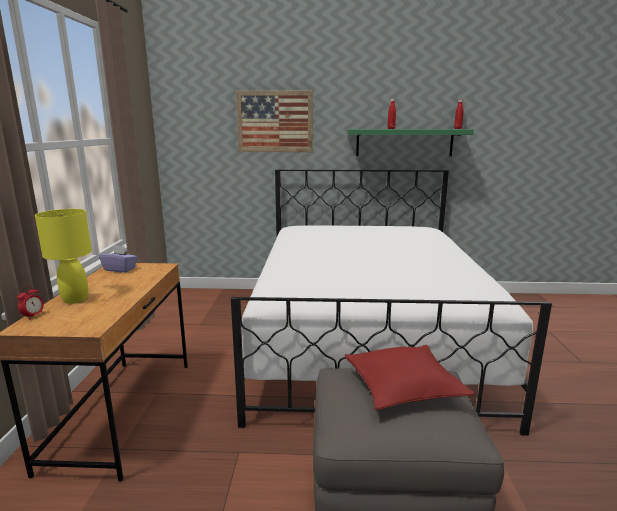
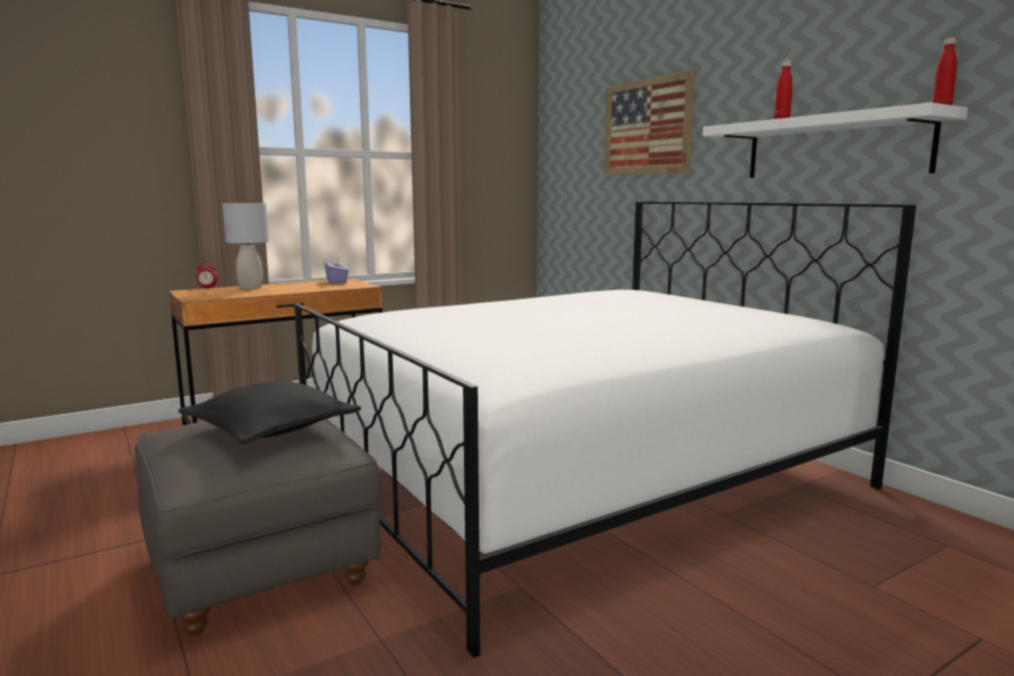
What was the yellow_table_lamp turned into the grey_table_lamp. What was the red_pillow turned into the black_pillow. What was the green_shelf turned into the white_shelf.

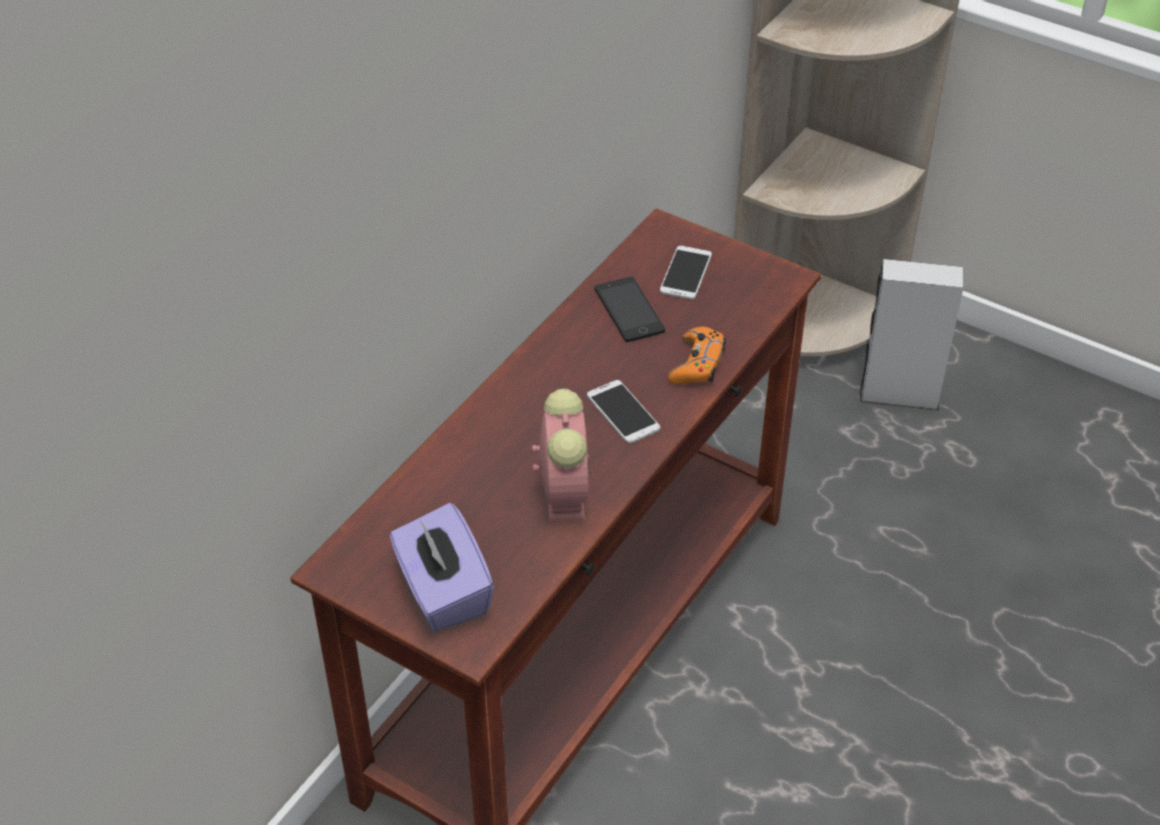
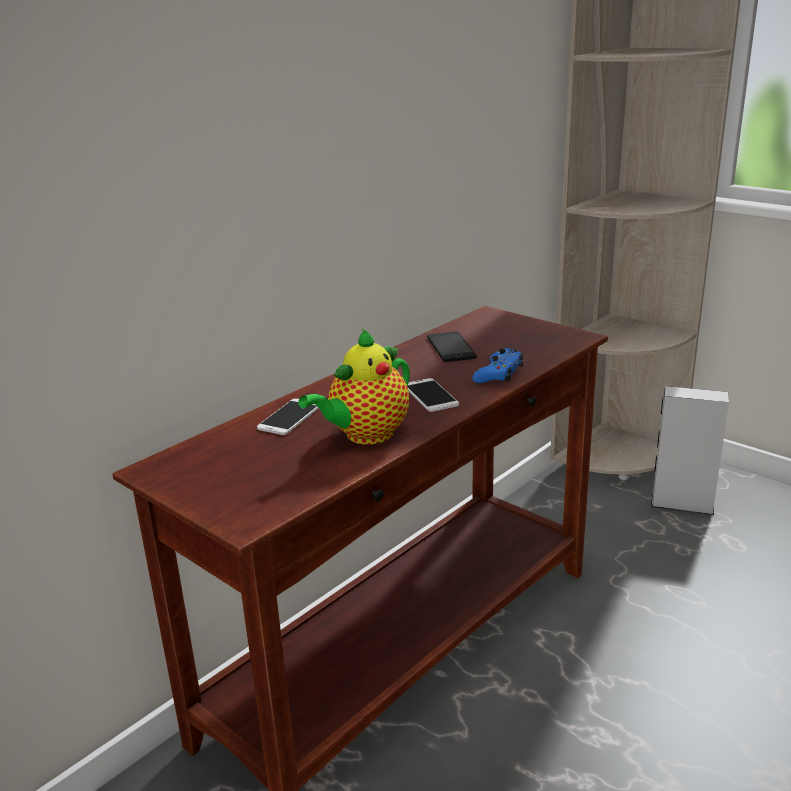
The second view lost the purple_tissue_box. The phone (3rd from left in the first image) ended up elsewhere. Where the alarm_clock stood, the teapot came to stand. What was the orange_game_controller turned into the blue_game_controller.

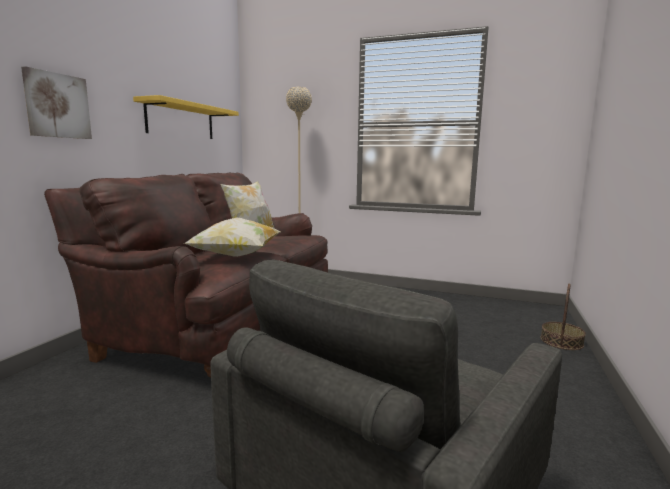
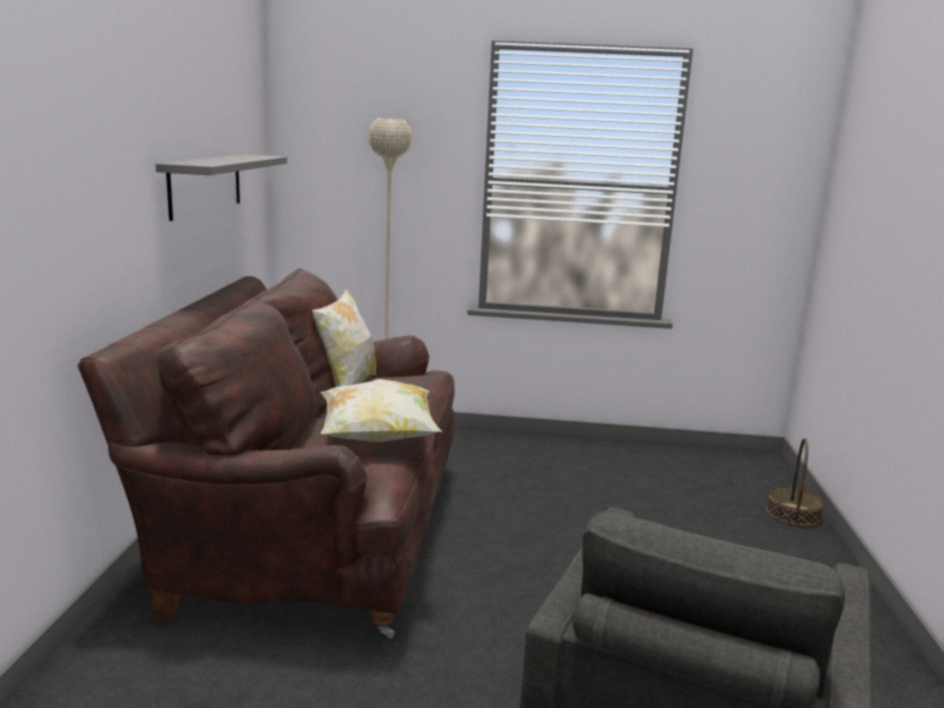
The second view lost the picture. What was the yellow_shelf turned into the grey_shelf.

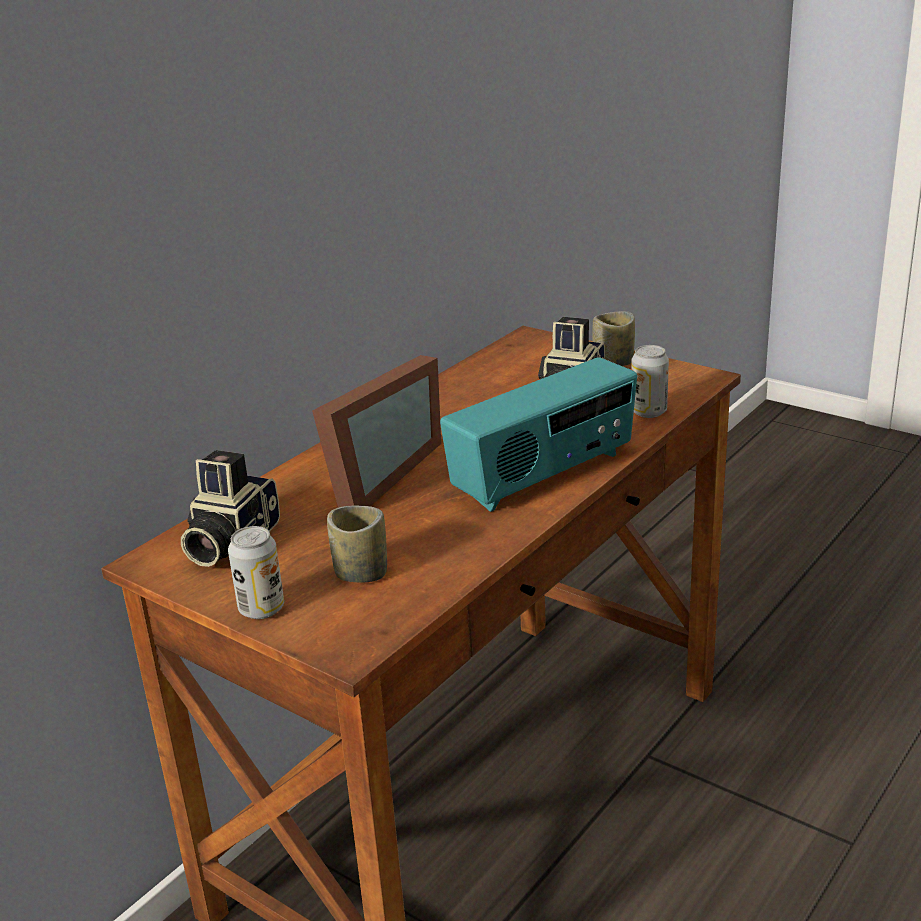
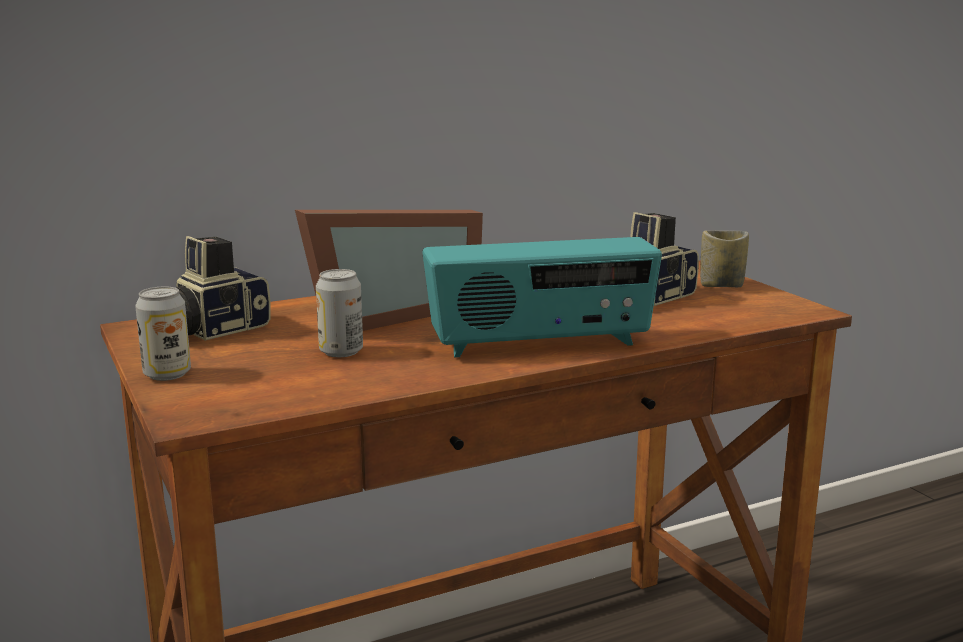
The second view lost the cup (1st from left). The can (2nd from left) ended up elsewhere.

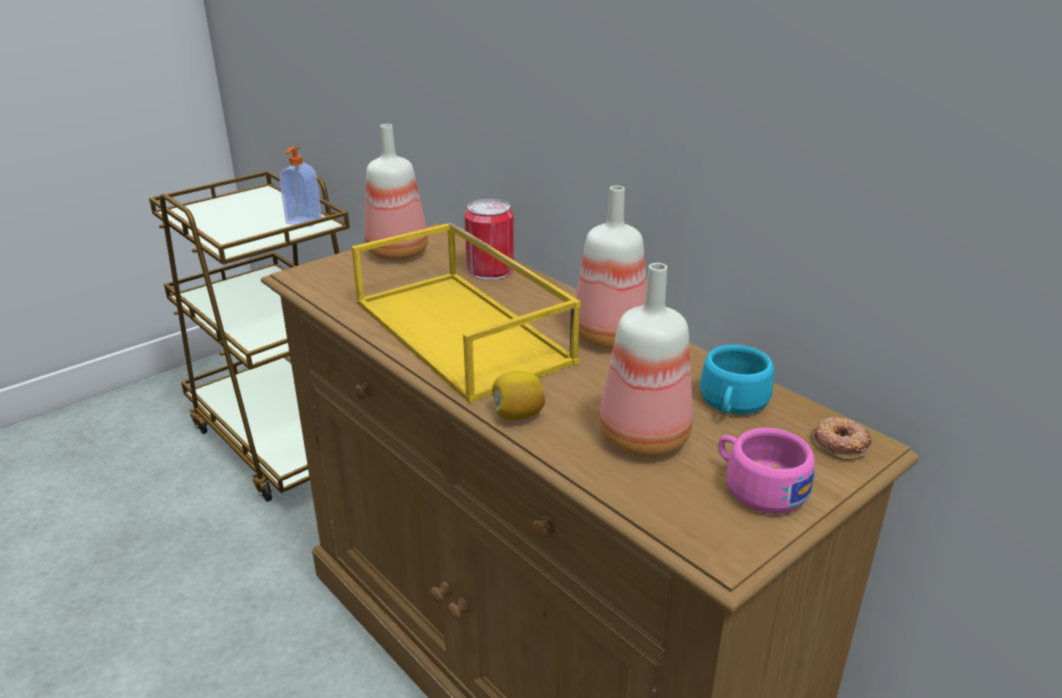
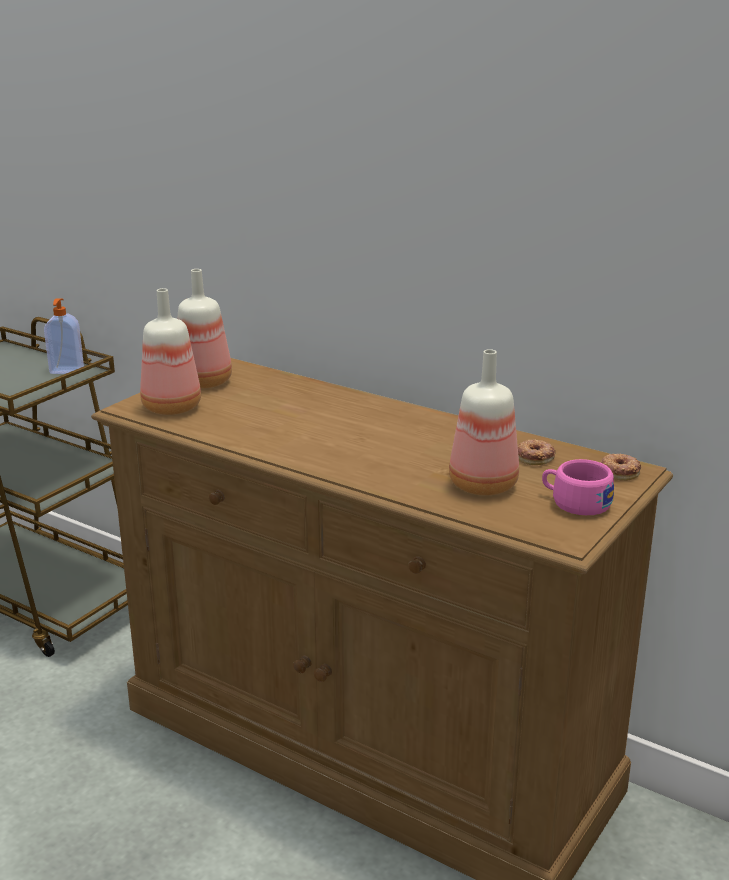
The second view lost the yellow_tray. The second view lost the can. The second view lost the lemon. The bottle (2nd from left in the first image) ended up elsewhere. Where the turquoise_cup stood, the donut (1st from left) came to stand.

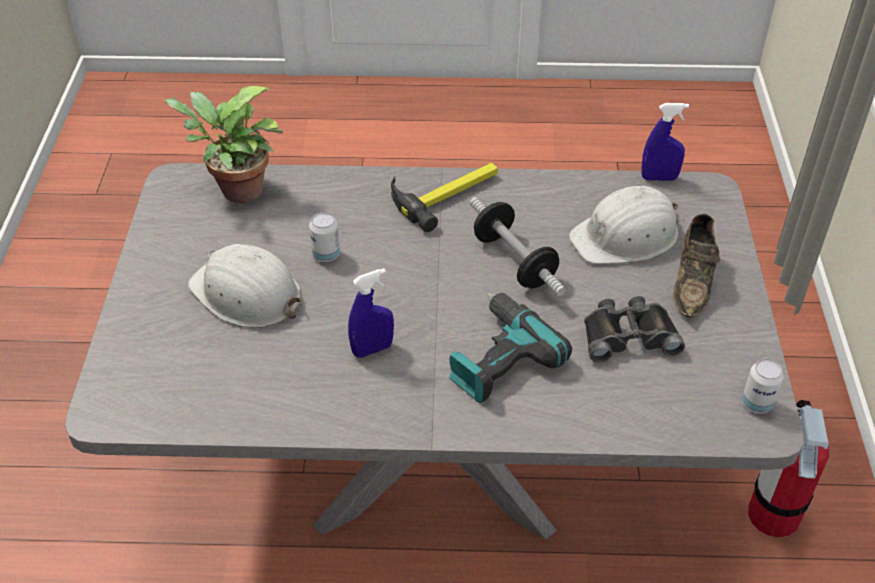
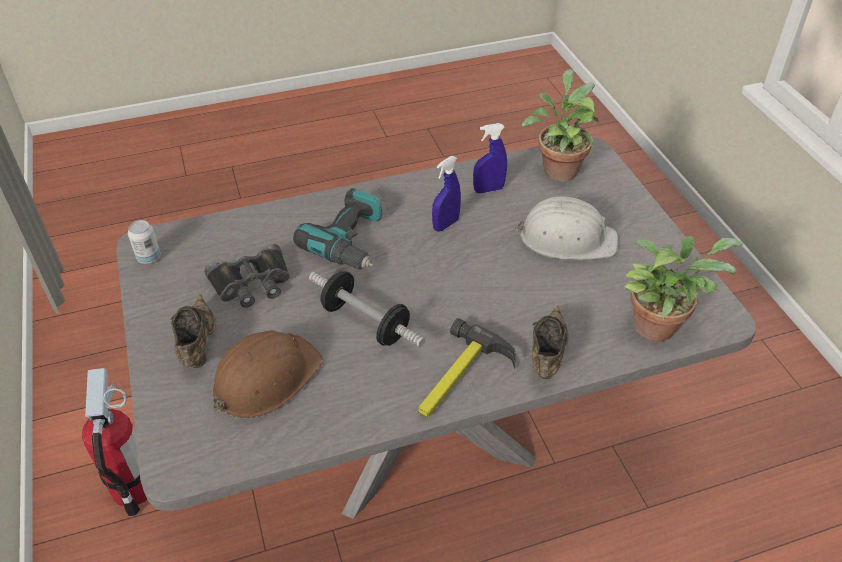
The second view lost the can (1st from left). The second view gained the potted_plant (1st from left). The second view gained the brown_shoe (2nd from left). The blue_spray_bottle (2nd from left) ended up elsewhere. What was the white_hard_hat (2nd from left) turned into the brown_hard_hat.

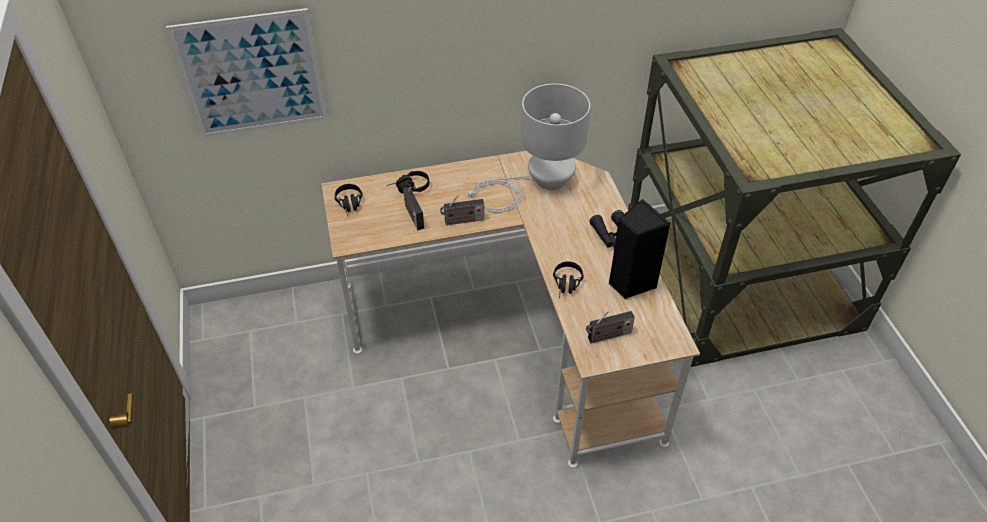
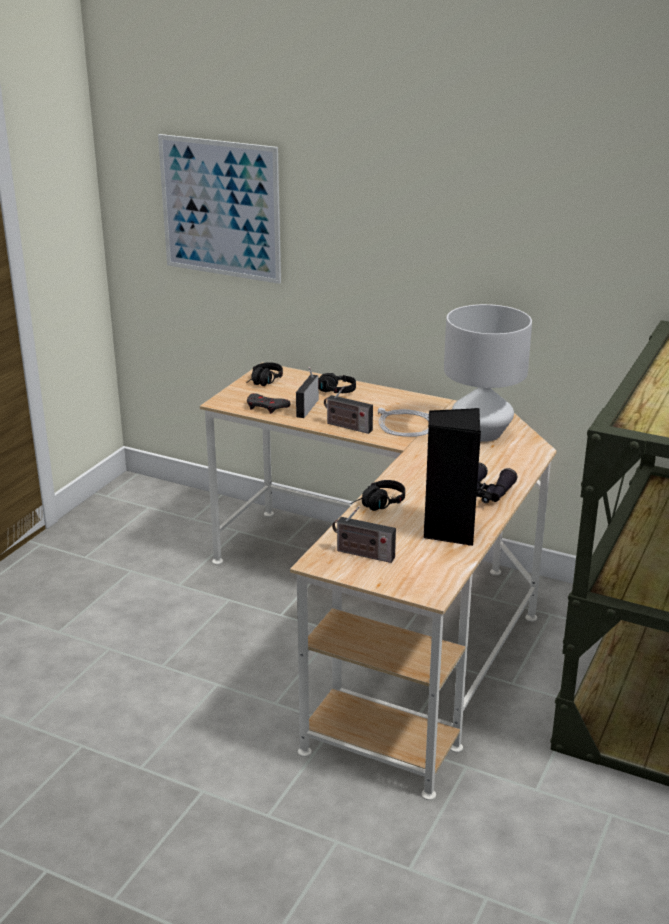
The second view gained the grey_game_controller.

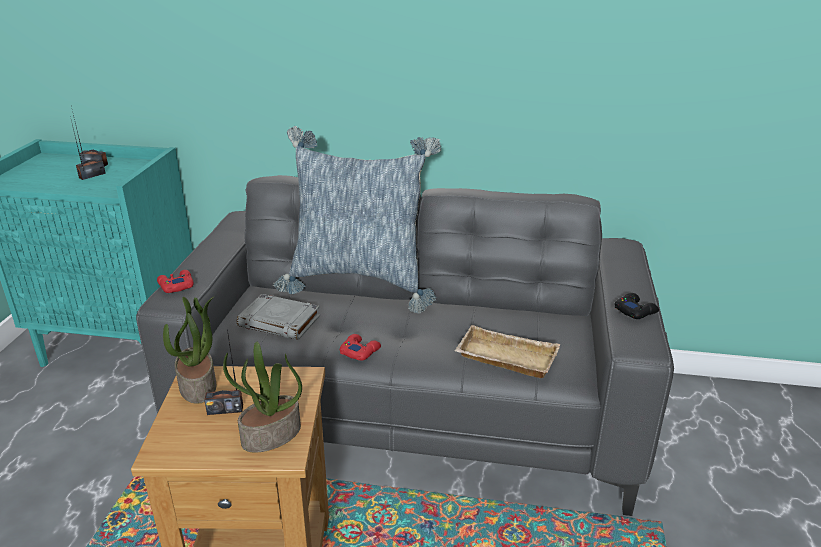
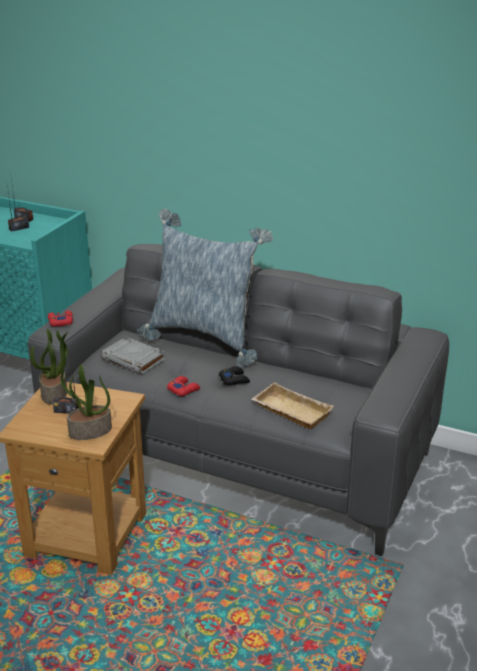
The black_game_controller ended up elsewhere.

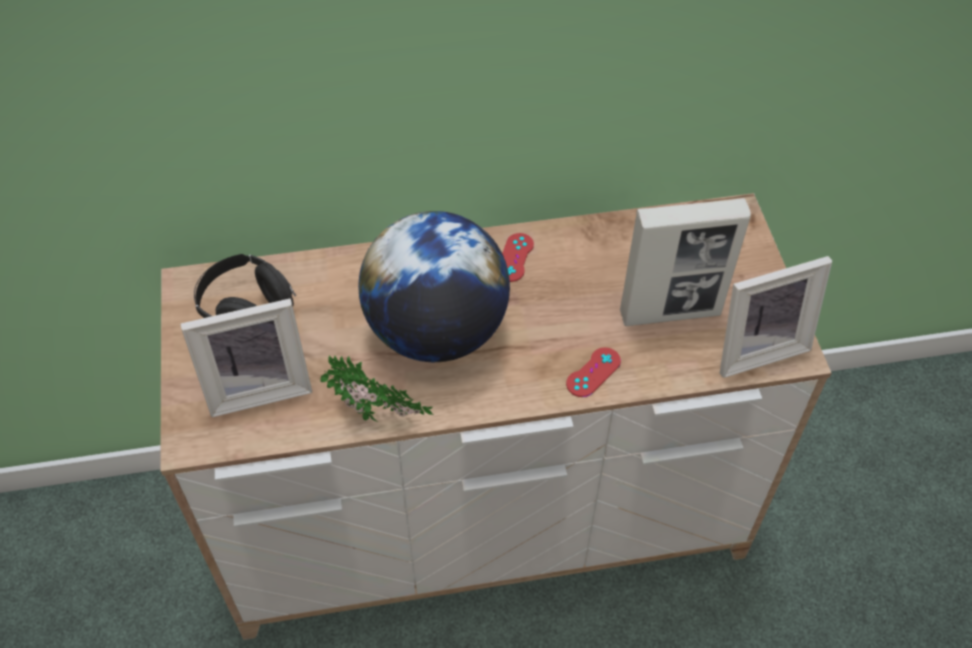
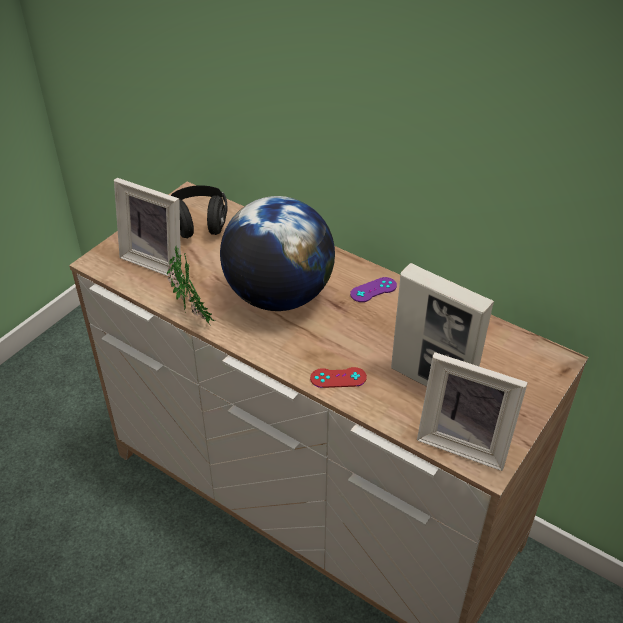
What was the red_game_controller (1st from left) turned into the purple_game_controller.

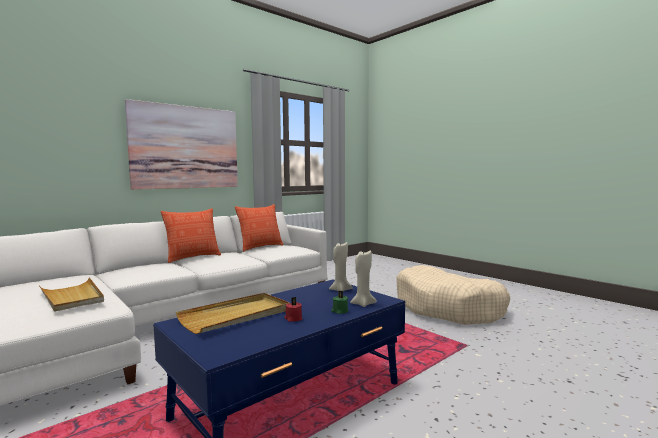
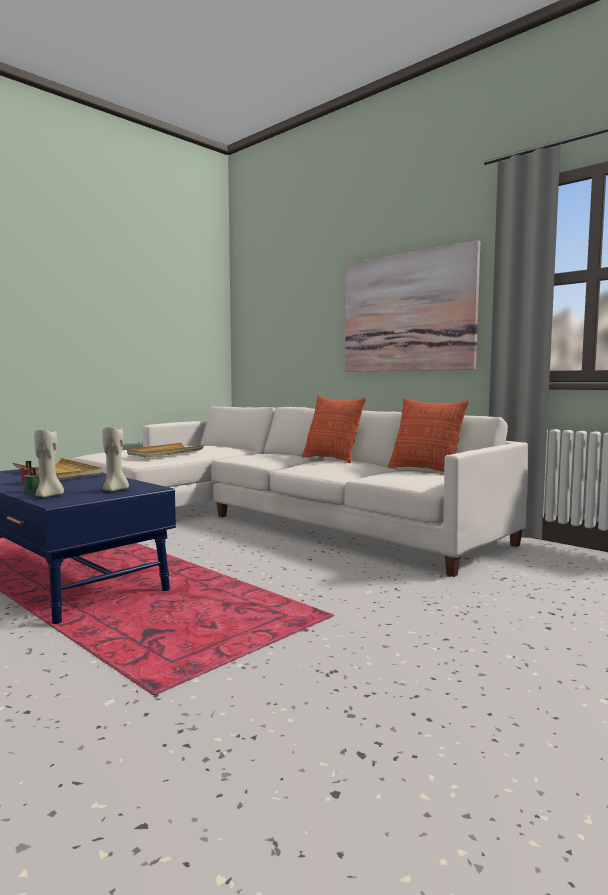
The second view lost the beige_dog_bed.

